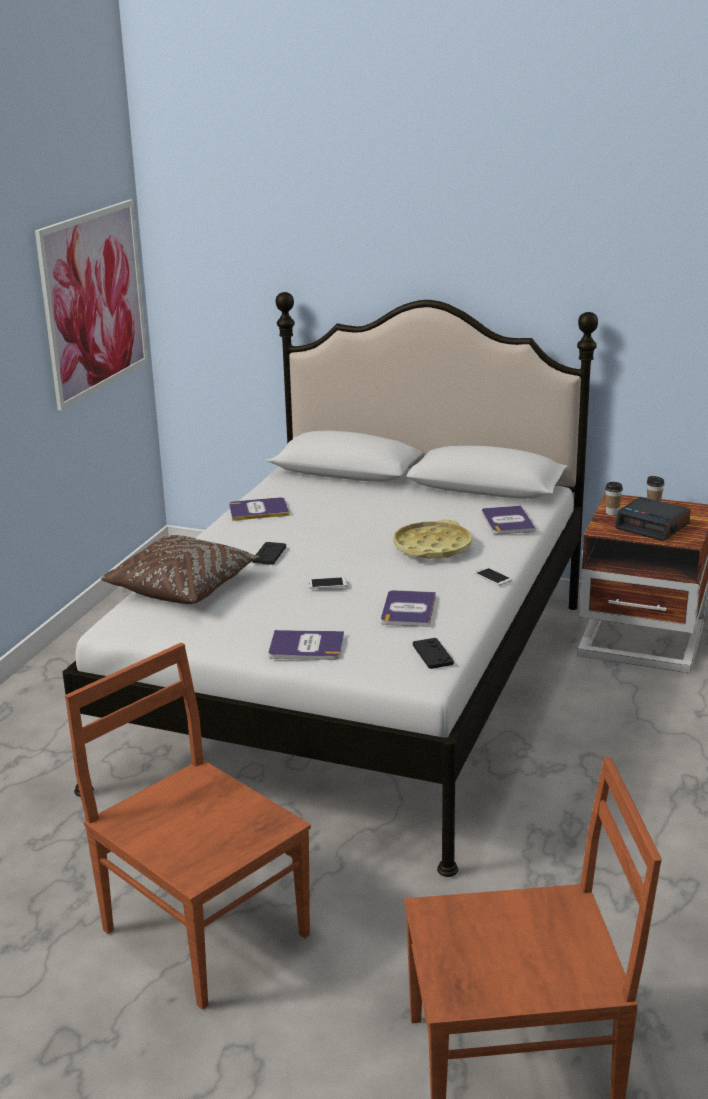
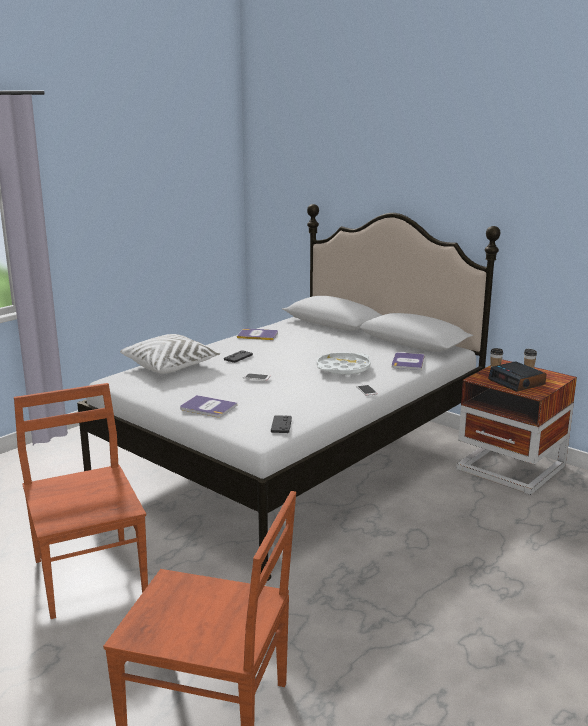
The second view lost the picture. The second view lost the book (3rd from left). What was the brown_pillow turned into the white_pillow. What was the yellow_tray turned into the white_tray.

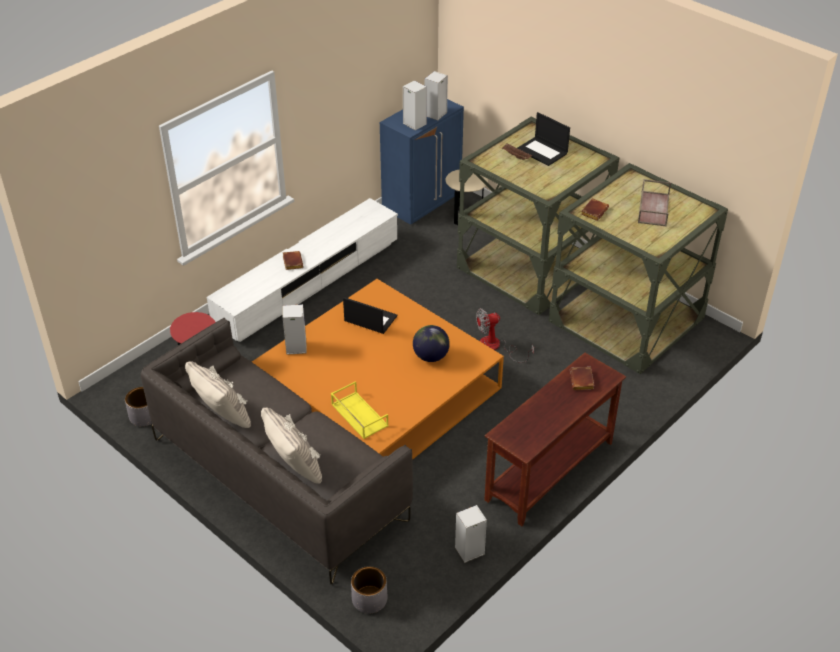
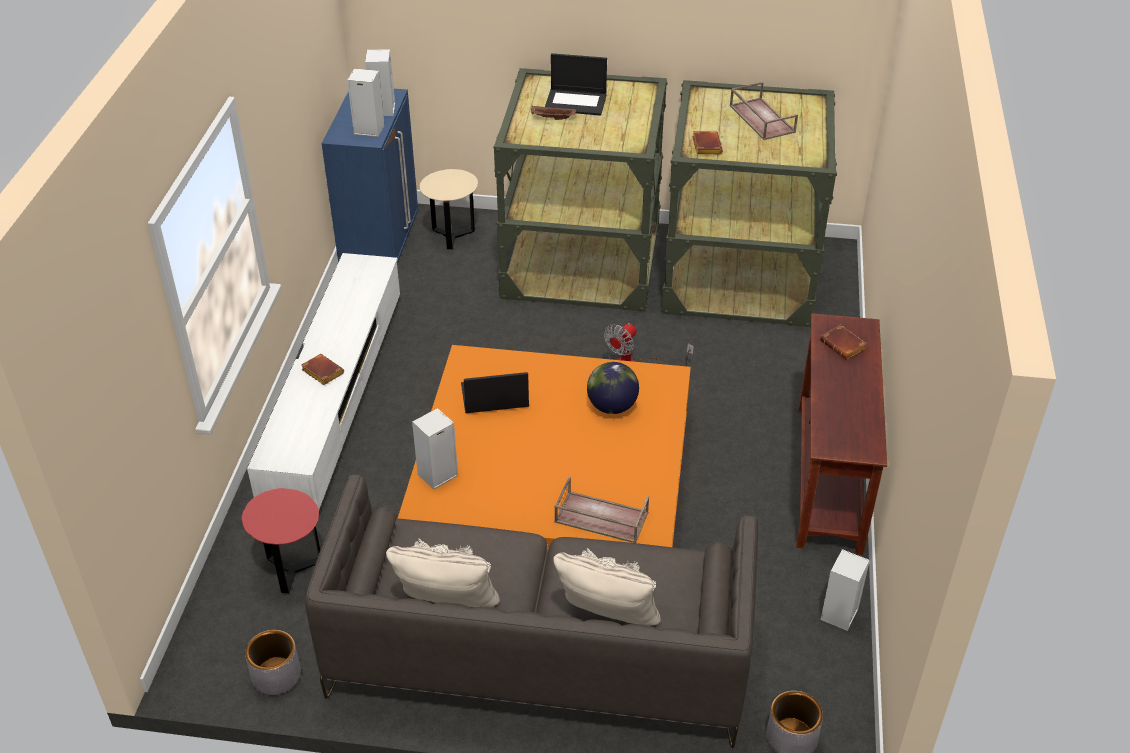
What was the yellow_tray turned into the brown_tray (2nd from left).

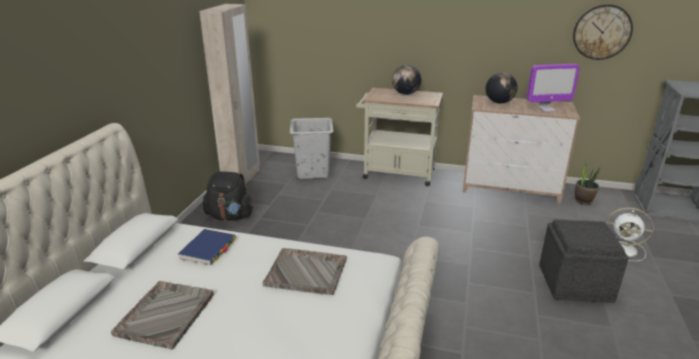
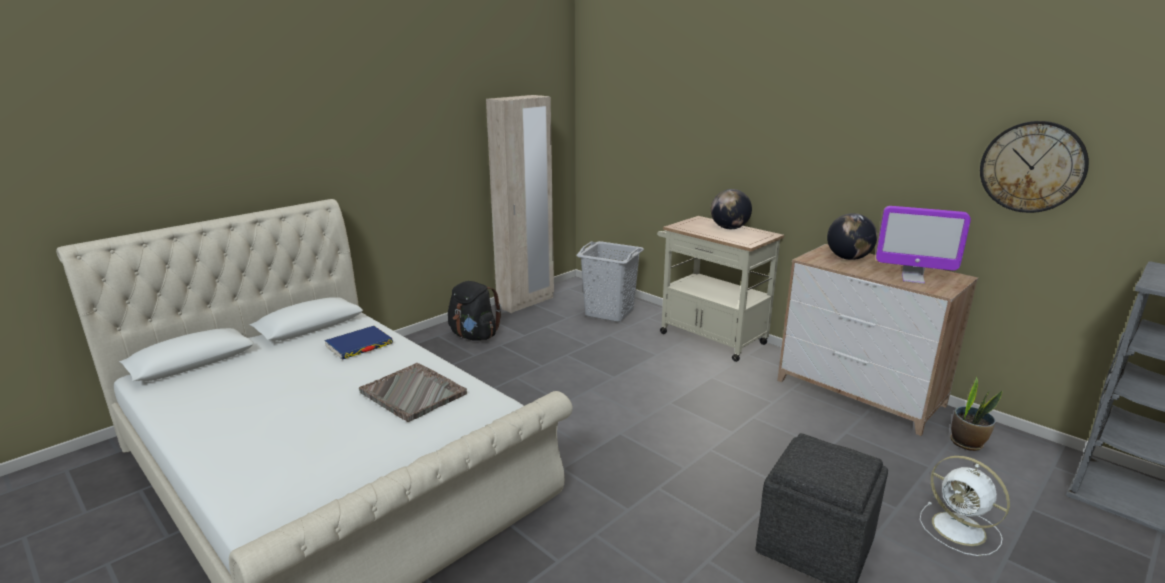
The second view lost the grey_tray (1st from left).

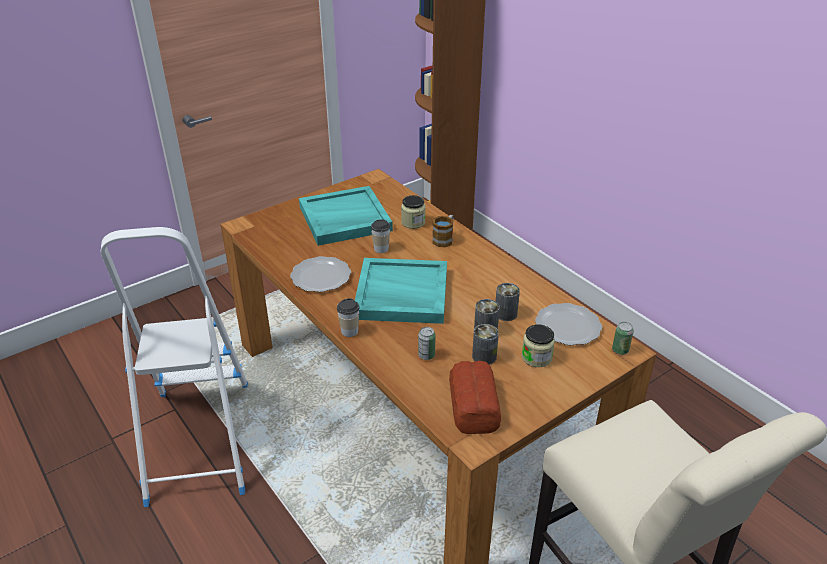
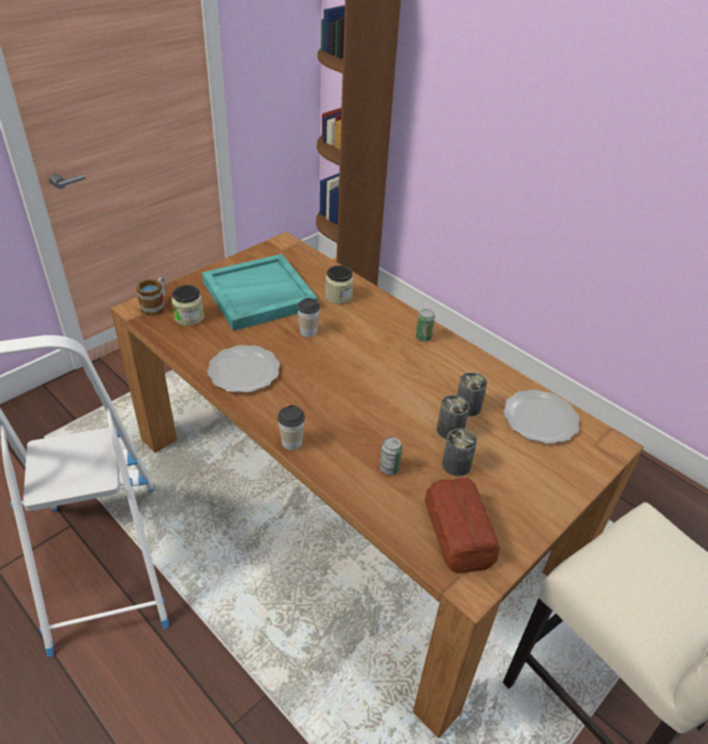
The second view lost the turquoise_tray (2nd from left). The mug ended up elsewhere. The jar (2nd from left in the first image) ended up elsewhere. The can (5th from left in the first image) ended up elsewhere.

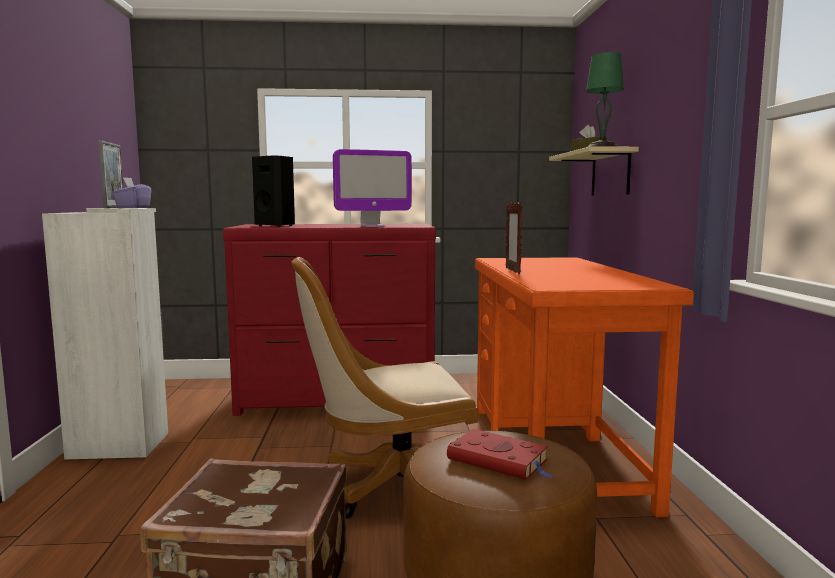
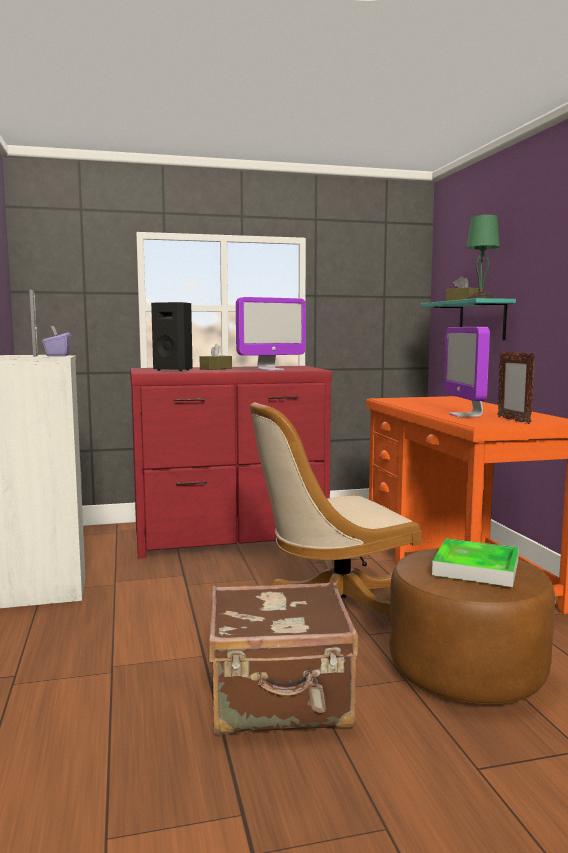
The second view gained the brown_tissue_box (1st from left). The second view gained the monitor (2nd from left). The picture_frame (2nd from left) ended up elsewhere. Where the red_book stood, the tray came to stand. What was the beige_shelf turned into the turquoise_shelf.

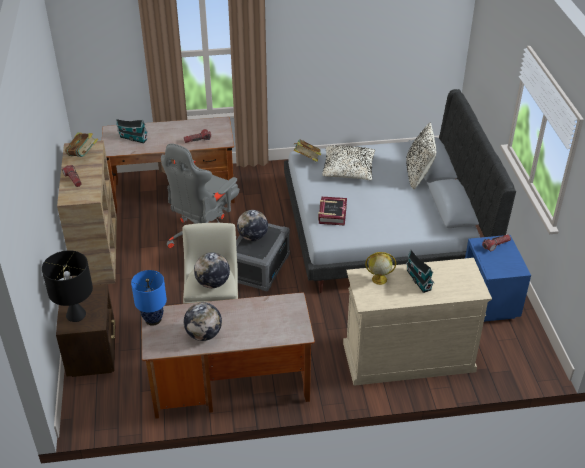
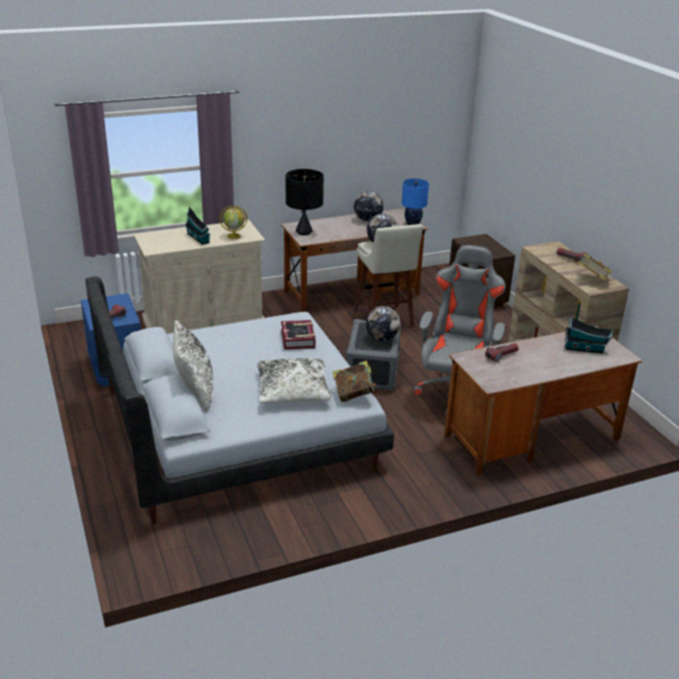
The black_table_lamp ended up elsewhere.

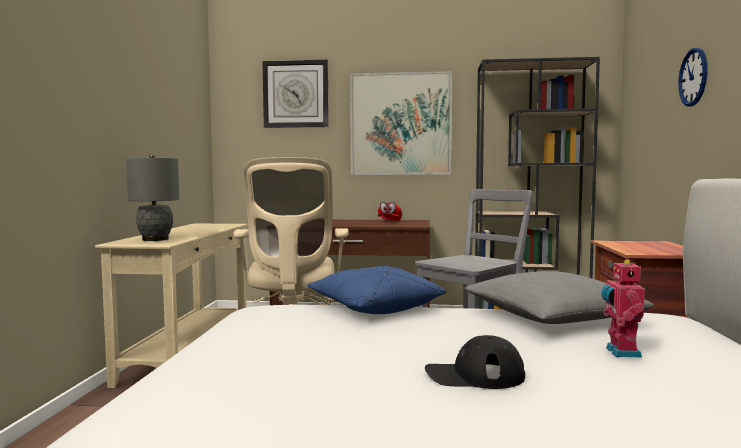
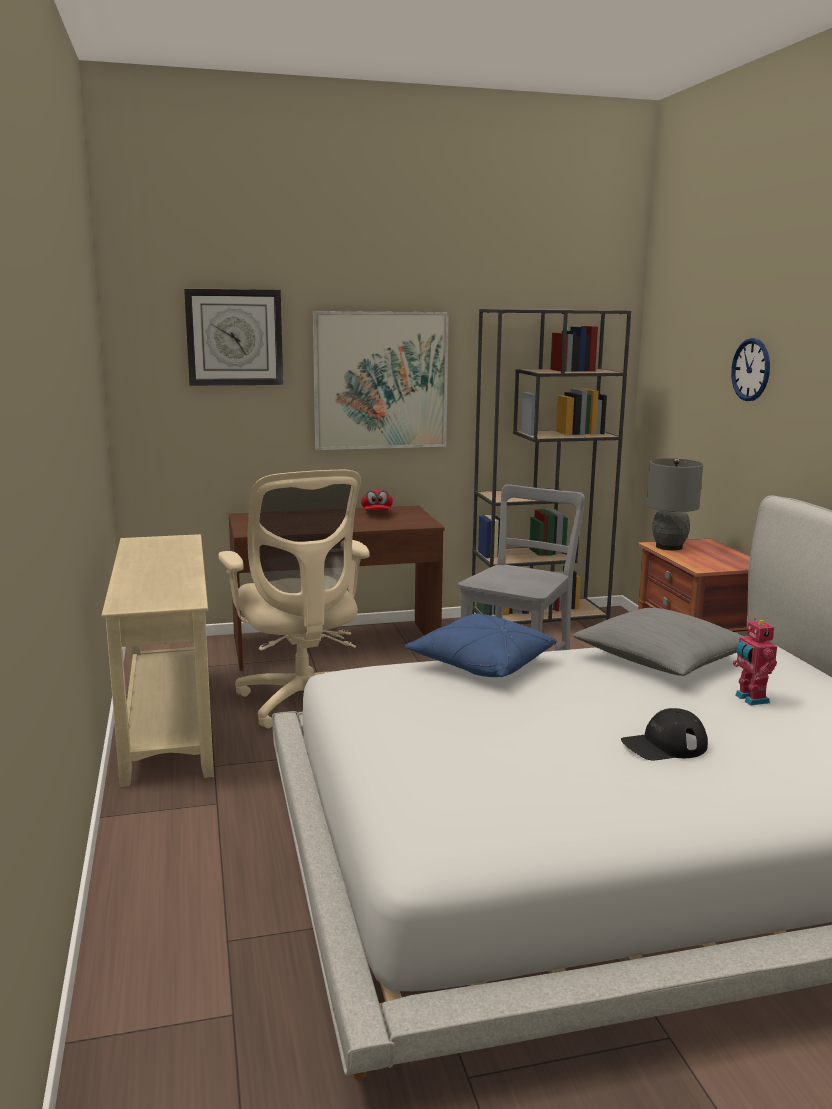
The grey_table_lamp ended up elsewhere.

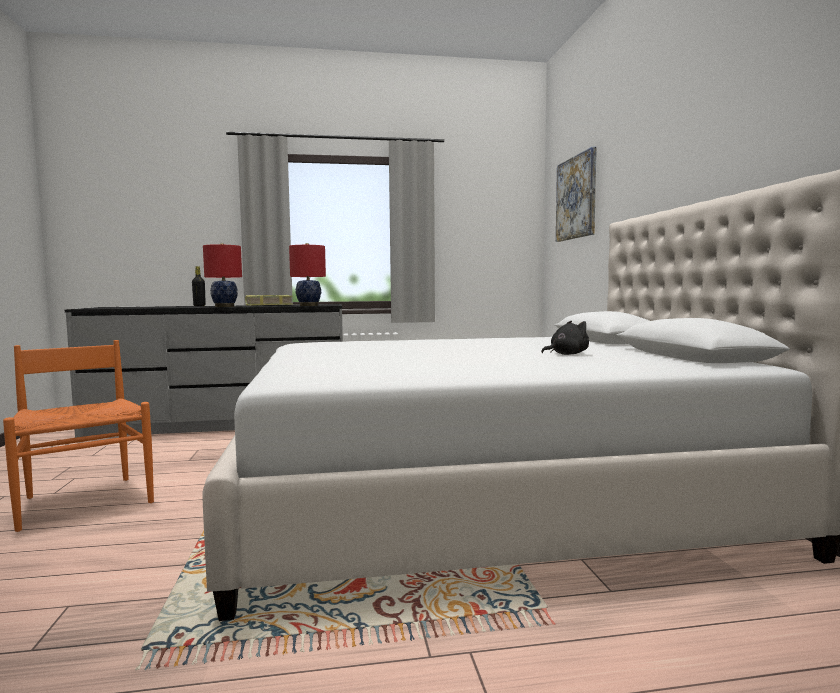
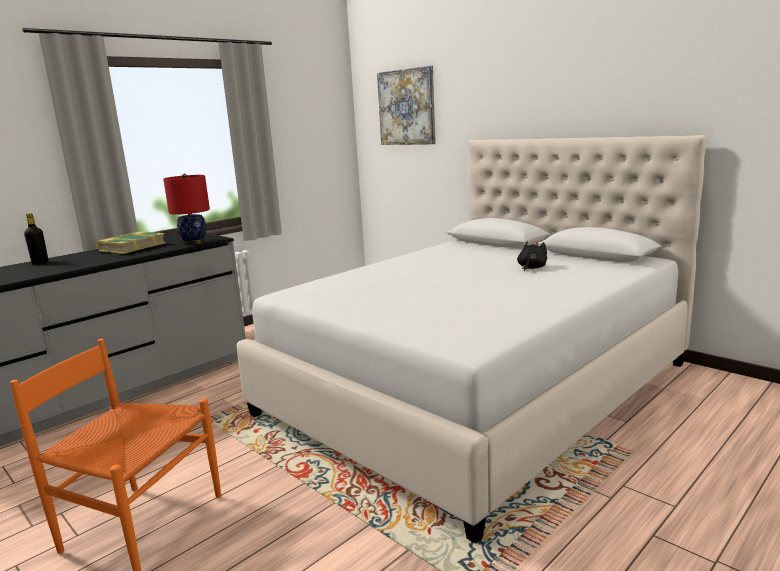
The second view lost the red_table_lamp (1st from left).

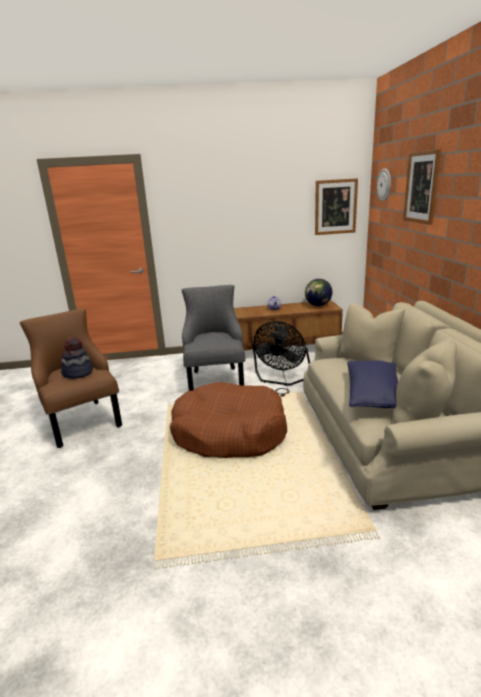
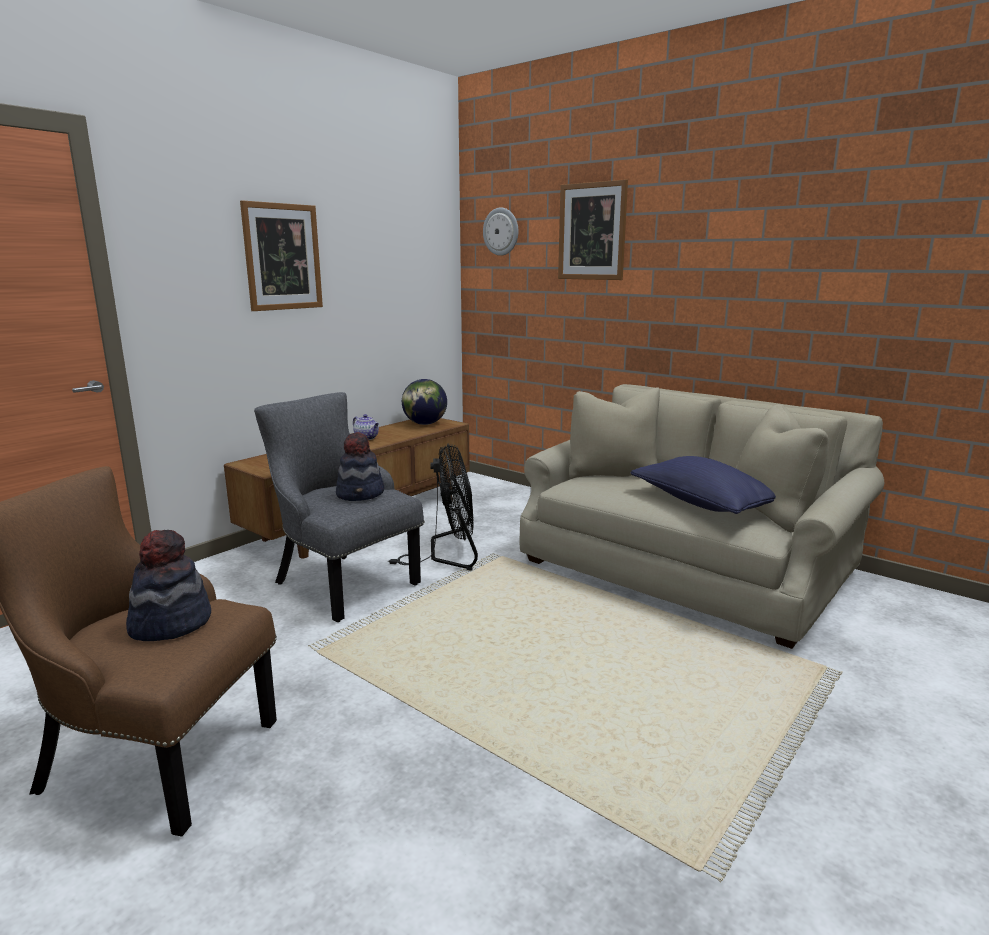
The second view lost the brown_dog_bed. The second view gained the hat (2nd from left). The picture (1st from left) ended up elsewhere. The black_fan ended up facing another way, 105 degrees clockwise from before.

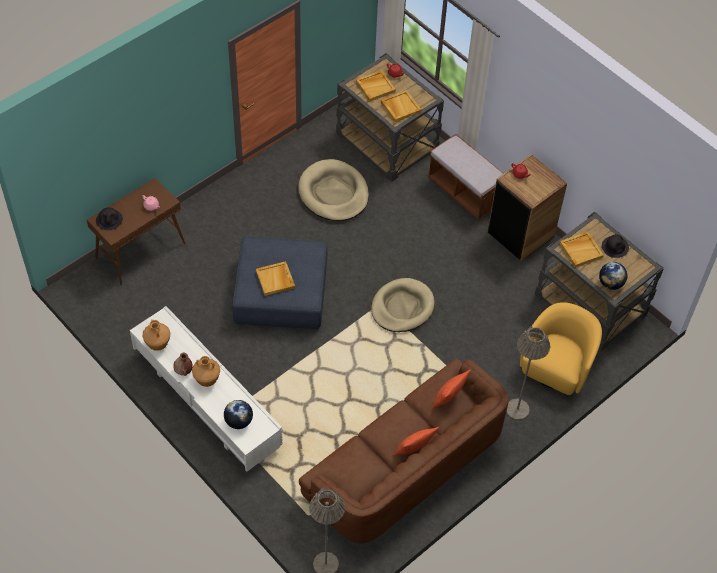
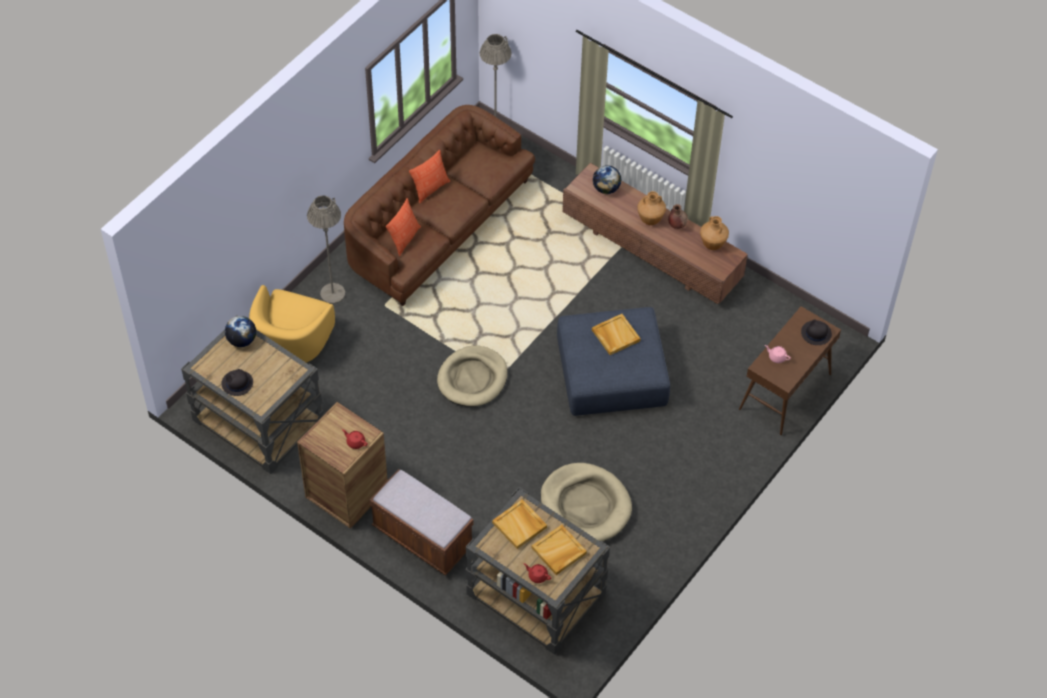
The second view lost the beige_tray (4th from left). What was the white_tv_stand turned into the brown_tv_stand.

